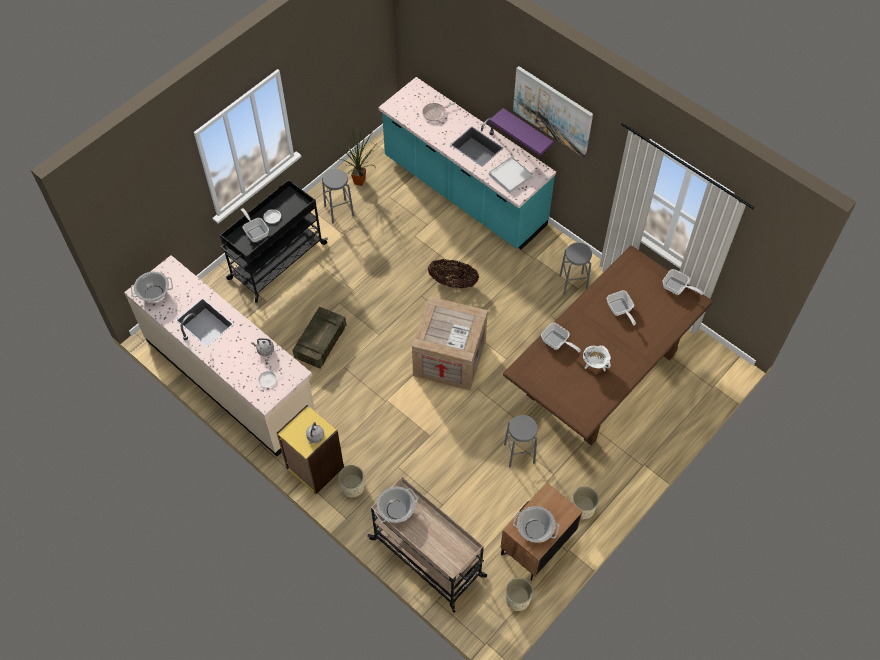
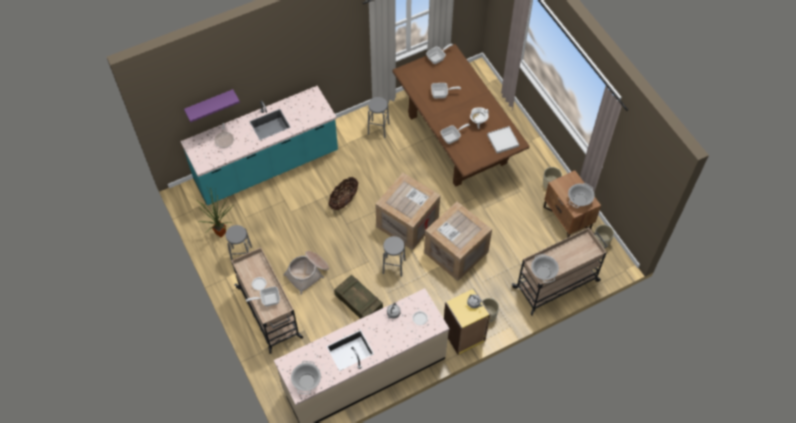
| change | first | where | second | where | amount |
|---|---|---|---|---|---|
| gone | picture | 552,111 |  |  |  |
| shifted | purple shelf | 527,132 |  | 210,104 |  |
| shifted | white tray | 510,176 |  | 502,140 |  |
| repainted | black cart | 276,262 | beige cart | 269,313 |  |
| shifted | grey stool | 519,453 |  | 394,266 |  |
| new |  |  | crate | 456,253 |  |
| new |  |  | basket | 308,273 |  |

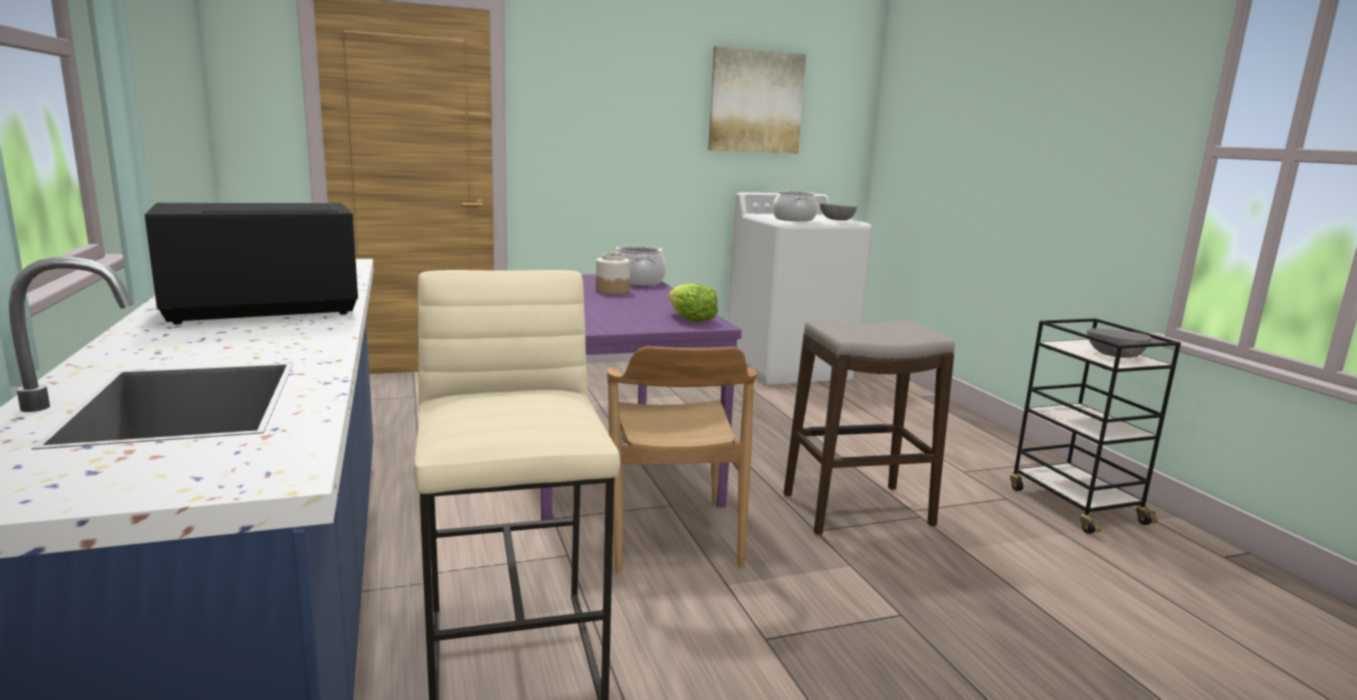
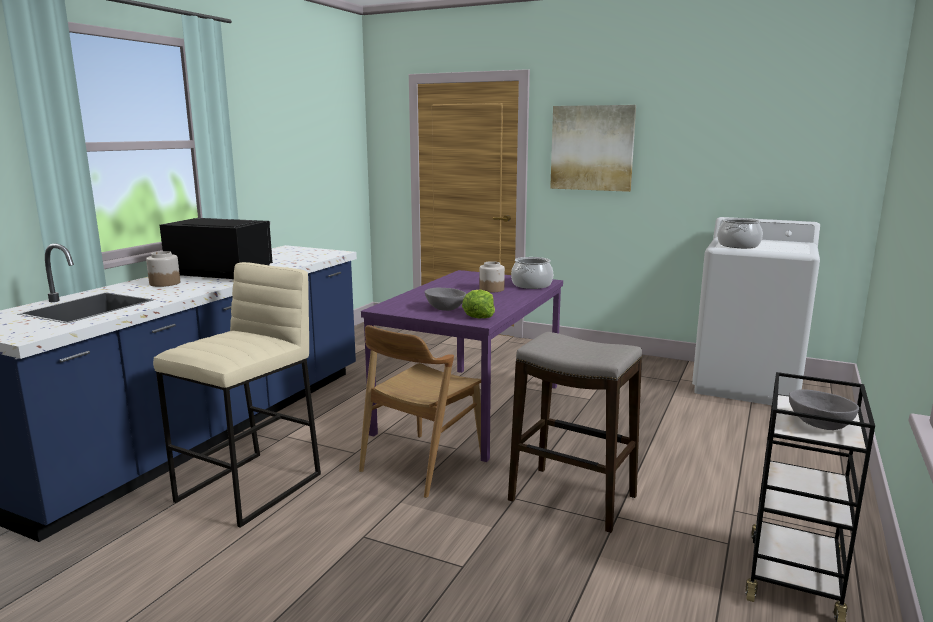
| change | first | where | second | where | amount |
|---|---|---|---|---|---|
| shifted | picture | 755,102 |  | 592,148 |  |
| shifted | grey bowl | 836,220 |  | 445,308 |  |
| new |  |  | jar | 164,283 |  |

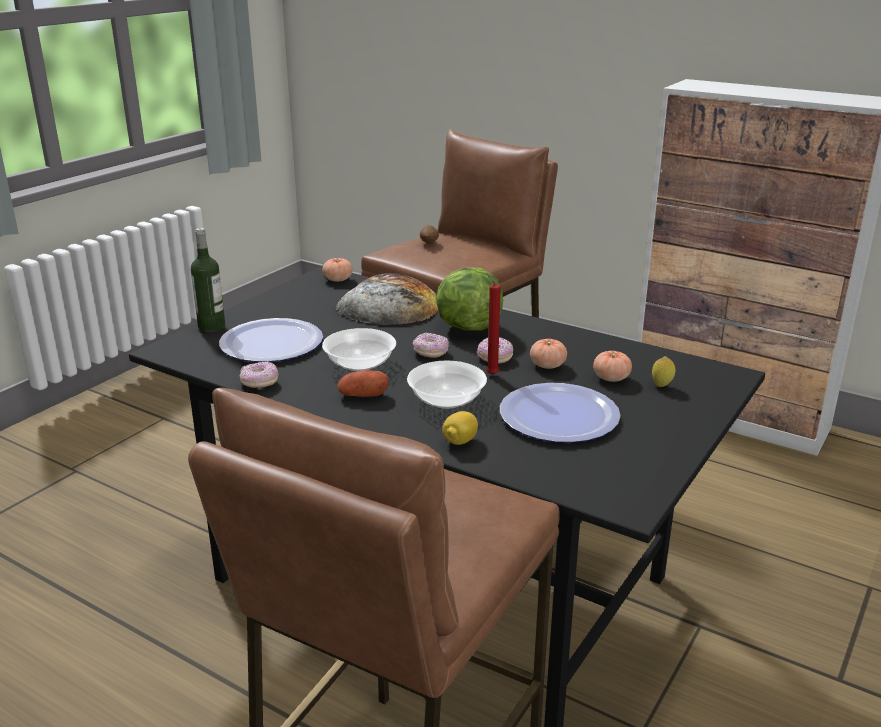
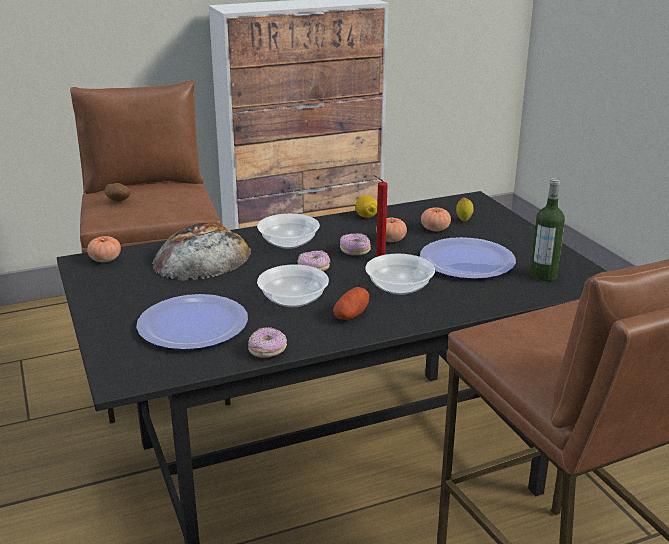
| change | first | where | second | where | amount |
|---|---|---|---|---|---|
| shifted | bottle | 211,326 |  | 543,275 |  |
| swapped | lettuce | 467,327 | bowl | 289,243 |  |
| shifted | lemon | 460,441 |  | 366,216 |  |

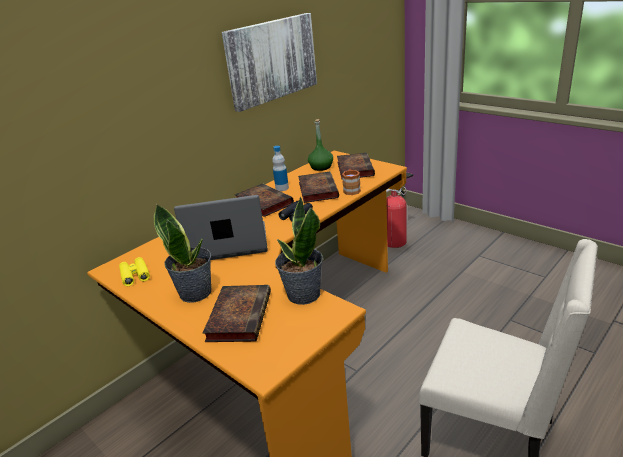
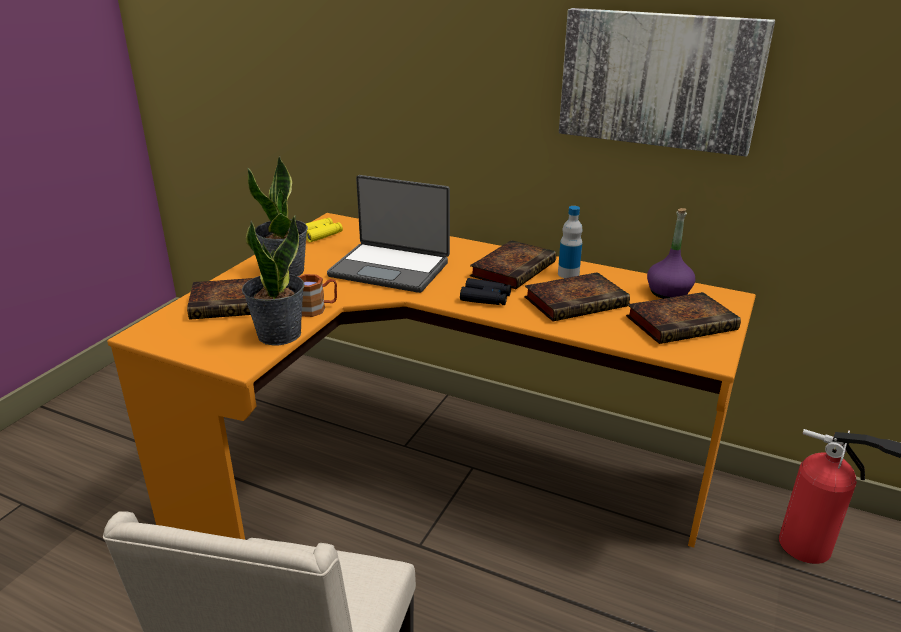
| change | first | where | second | where | amount |
|---|---|---|---|---|---|
| repainted | green bottle | 321,167 | purple bottle | 668,292 |  |
| shifted | brown mug | 351,189 |  | 317,309 |  |
| rotated | laptop | 228,245 |  | 390,268 | 135 degrees clockwise |

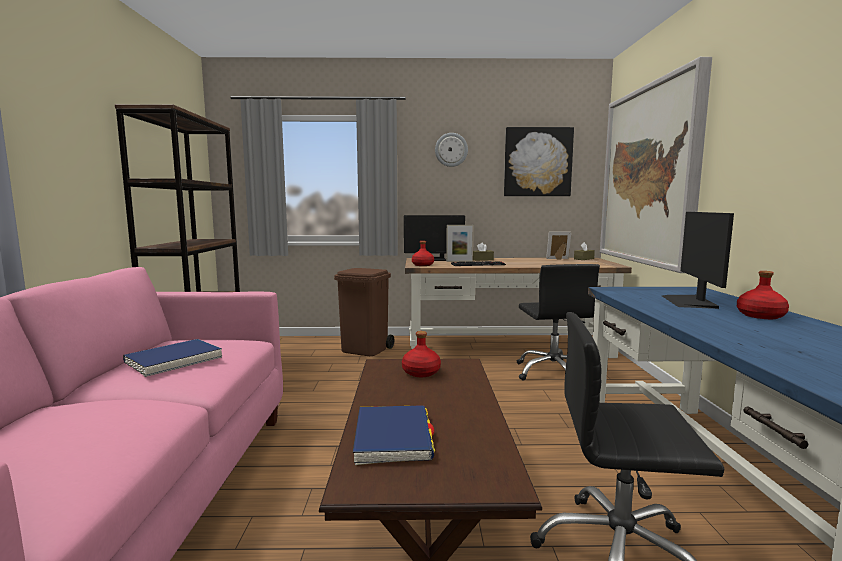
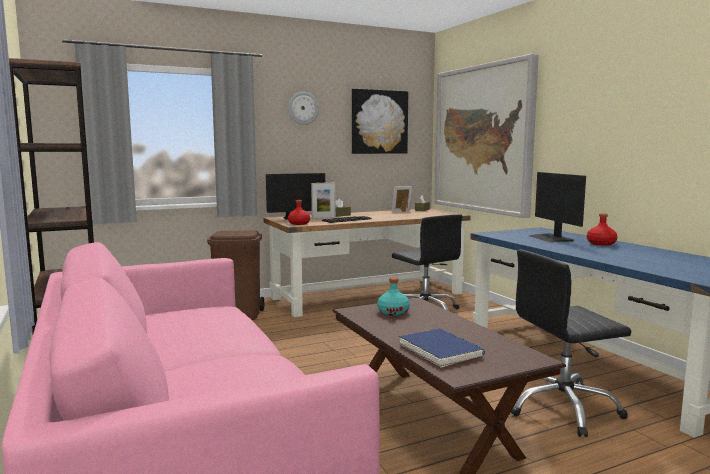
| change | first | where | second | where | amount |
|---|---|---|---|---|---|
| repainted | red bottle | 421,372 | turquoise bottle | 393,312 |  |
| gone | blue book | 174,360 |  |  |  |

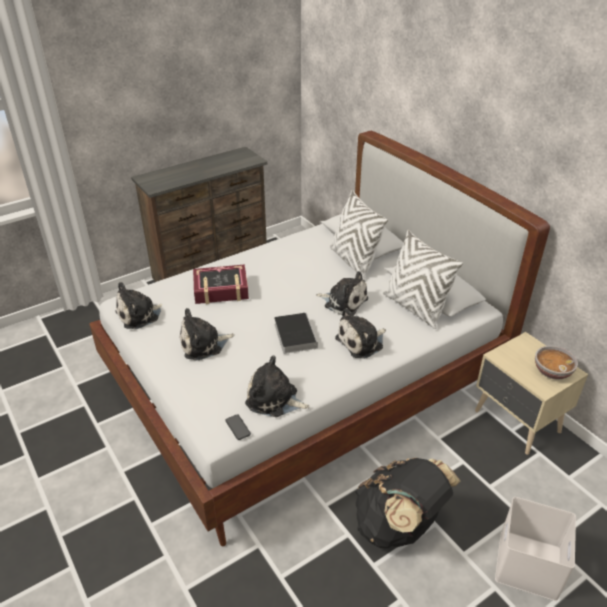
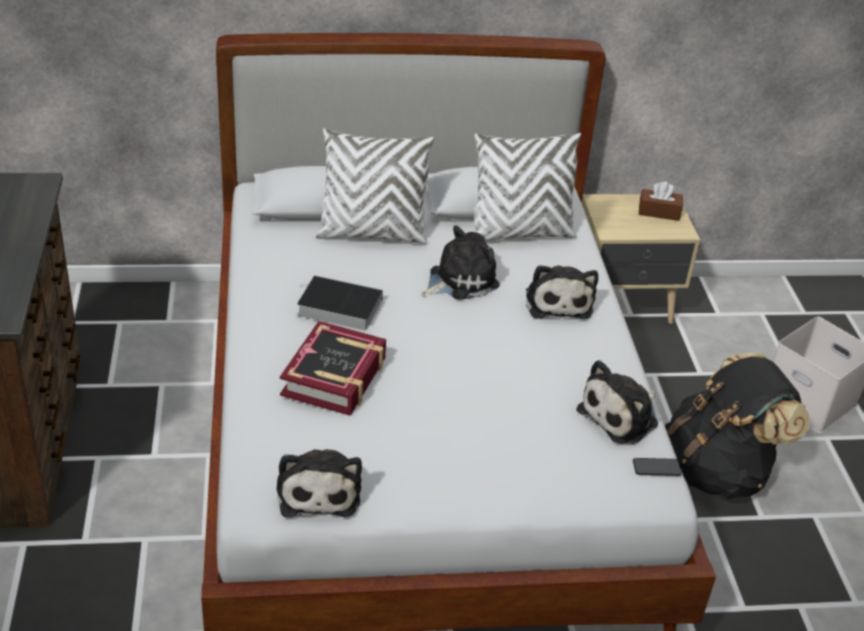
| change | first | where | second | where | amount |
|---|---|---|---|---|---|
| gone | plush toy | 203,344 |  |  |  |
| shifted | book | 294,334 |  | 337,307 |  |
| swapped | bowl | 551,371 | brown tissue box | 659,212 |  |

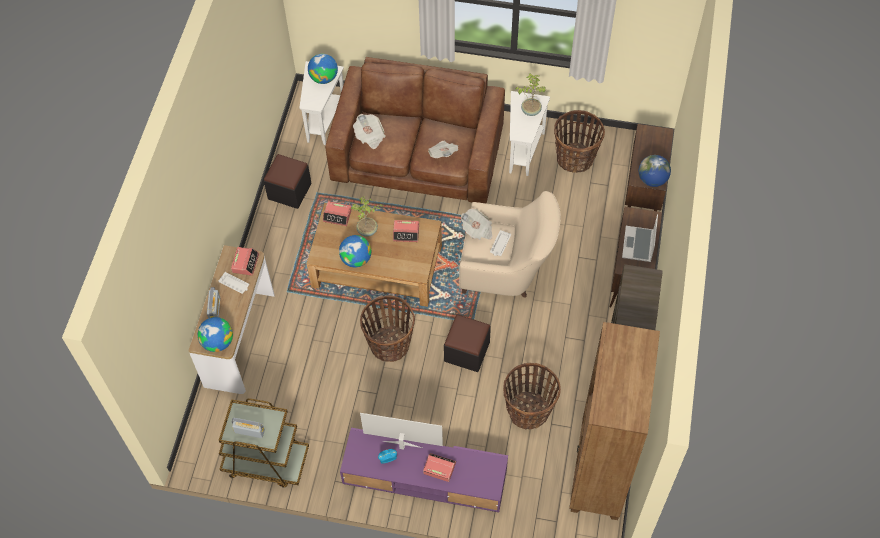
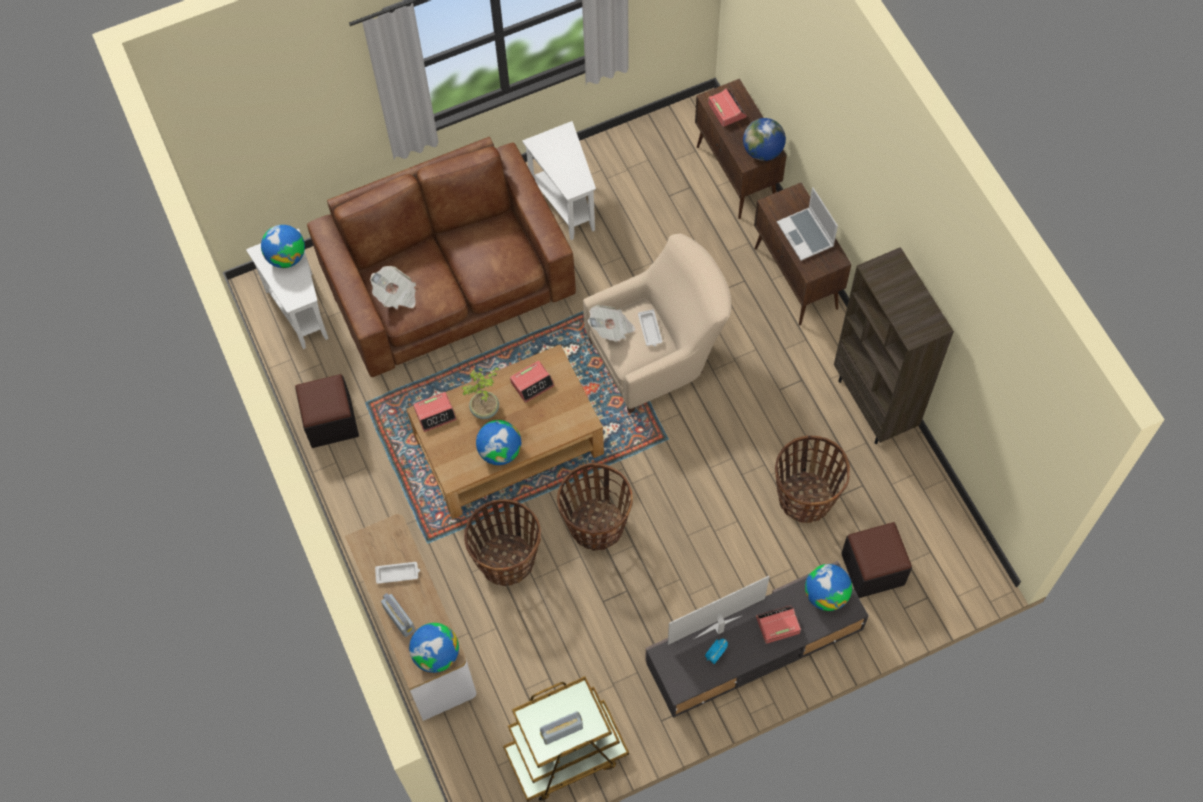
| change | first | where | second | where | amount |
|---|---|---|---|---|---|
| gone | potted plant | 530,110 |  |  |  |
| shifted | basket | 575,158 |  | 507,560 |  |
| gone | newspaper | 443,154 |  |  |  |
| shifted | alarm clock | 245,263 |  | 727,110 |  |
| shifted | black ottoman | 467,352 |  | 873,569 |  |
| gone | brown bookcase | 599,472 |  |  |  |
| repainted | purple tv stand | 425,476 | grey tv stand | 754,646 |  |
| new |  |  | globe | 826,594 |  |

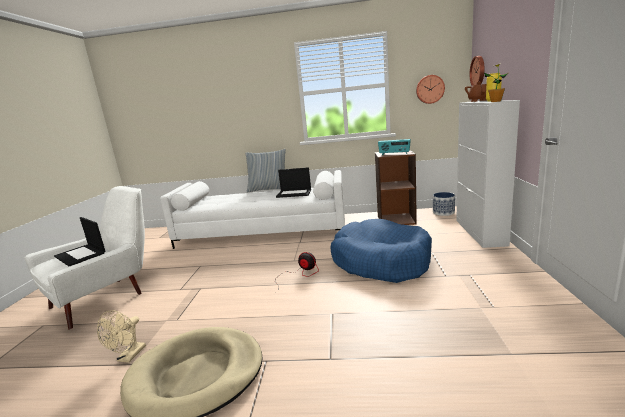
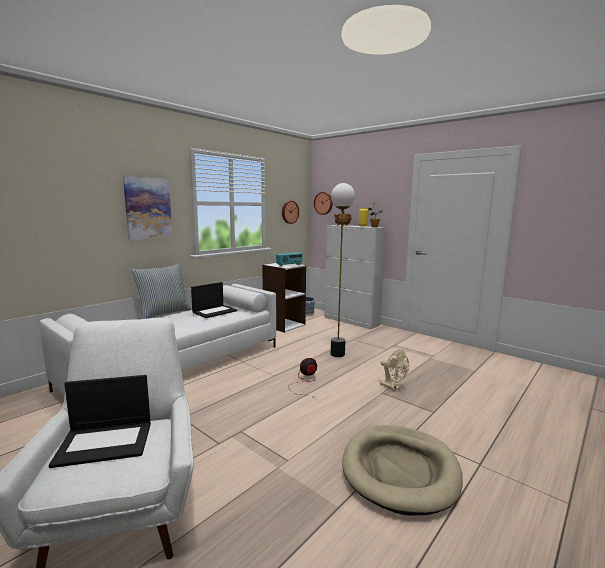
| change | first | where | second | where | amount |
|---|---|---|---|---|---|
| repainted | brown bookcase | 396,219 | white bookcase | 283,325 |  |
| swapped | blue dog bed | 380,261 | floor lamp | 337,354 |  |
| shifted | beige fan | 129,357 |  | 393,387 |  |
| new |  |  | picture | 148,208 |  |

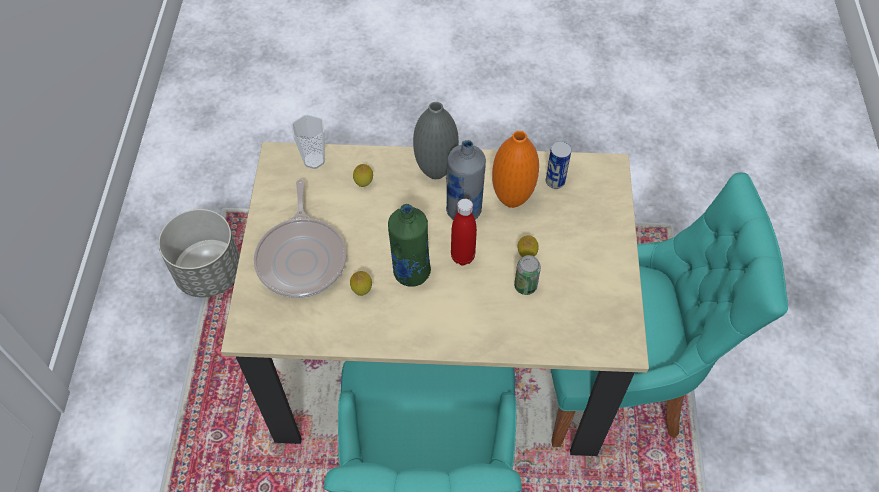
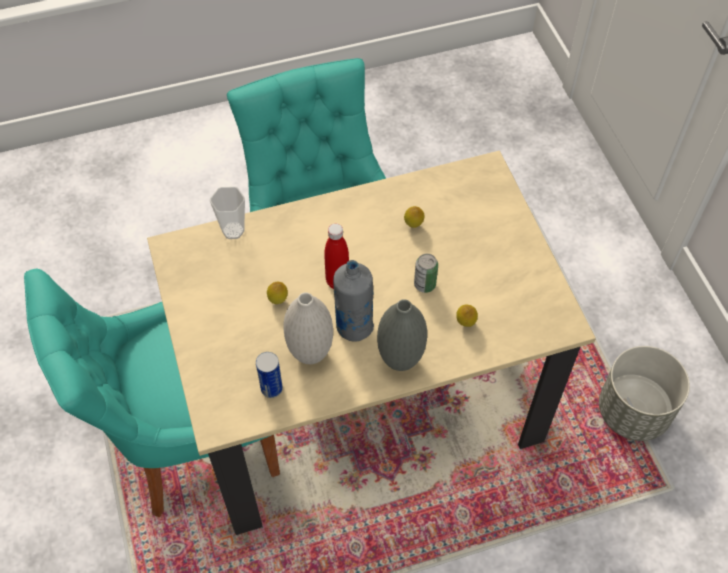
| change | first | where | second | where | amount |
|---|---|---|---|---|---|
| shifted | cup | 314,160 |  | 233,231 |  |
| repainted | orange vase | 512,199 | white vase | 310,354 |  |
| gone | frying pan | 302,257 |  |  |  |
| gone | green bottle | 411,272 |  |  |  |
| shifted | can | 525,286 |  | 424,284 |  |

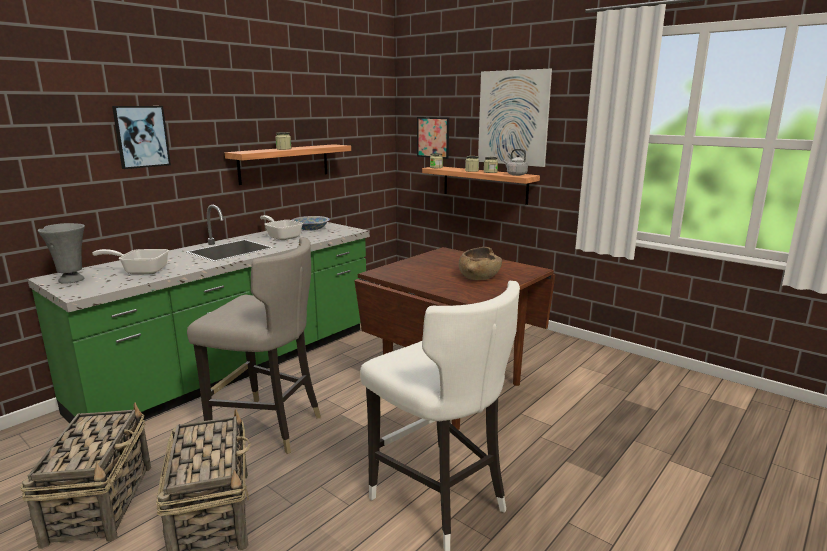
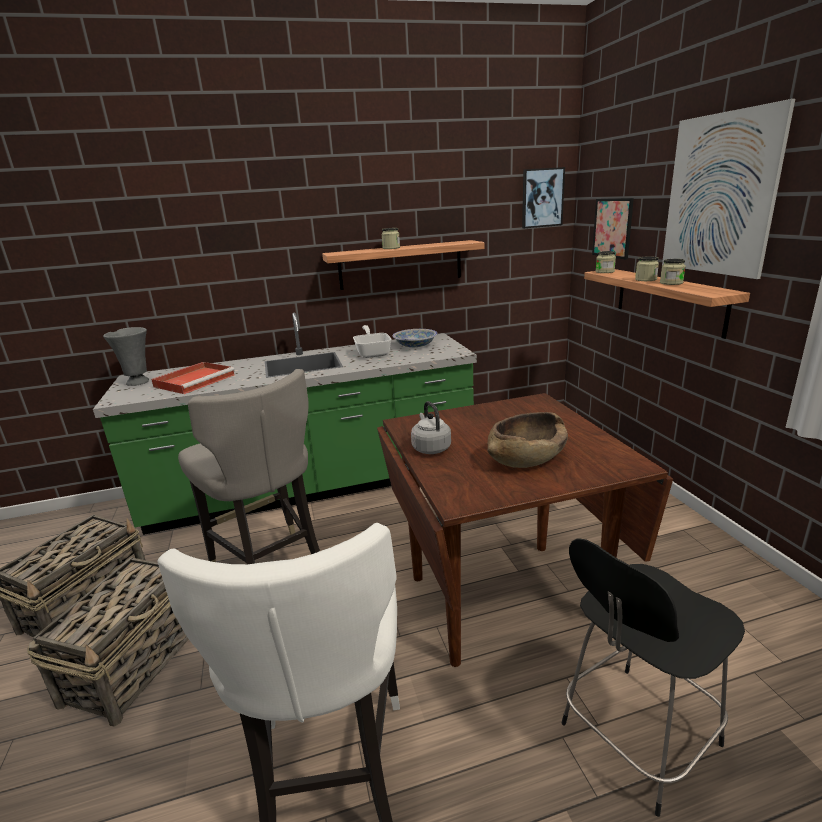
| change | first | where | second | where | amount |
|---|---|---|---|---|---|
| shifted | picture | 141,136 |  | 542,198 |  |
| shifted | grey kettle | 515,175 |  | 430,448 |  |
| swapped | frying pan | 141,271 | red tray | 196,380 |  |
| new |  |  | black stool | 636,737 |  |

